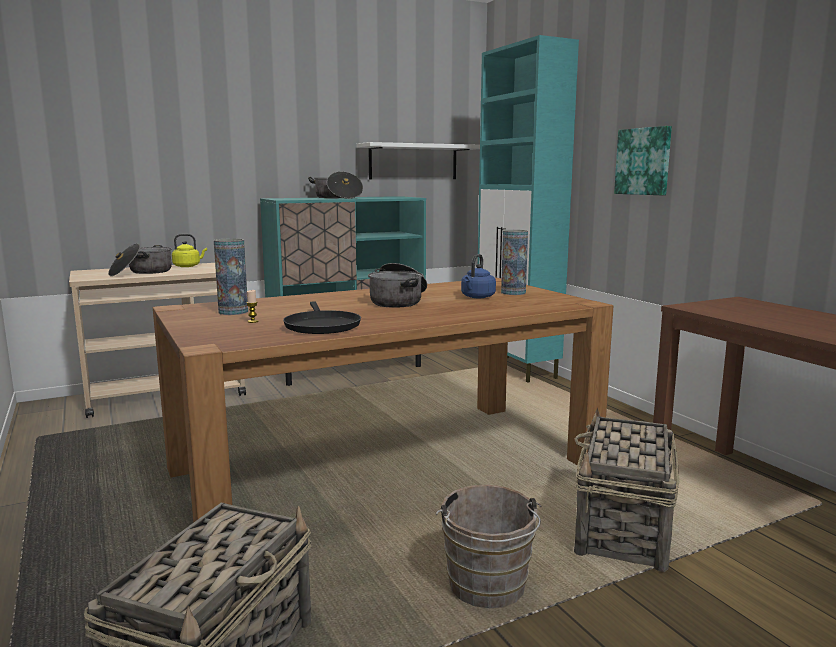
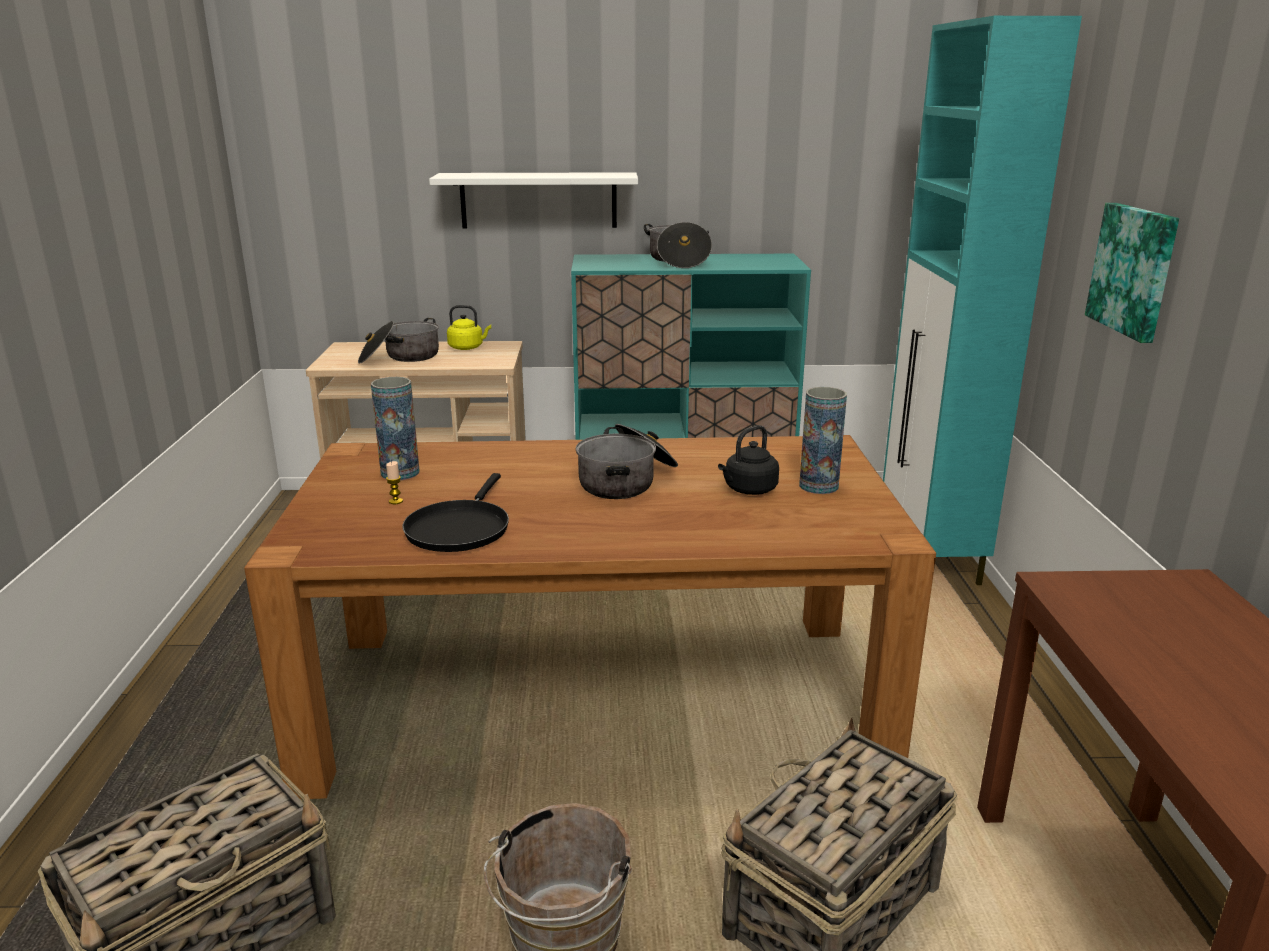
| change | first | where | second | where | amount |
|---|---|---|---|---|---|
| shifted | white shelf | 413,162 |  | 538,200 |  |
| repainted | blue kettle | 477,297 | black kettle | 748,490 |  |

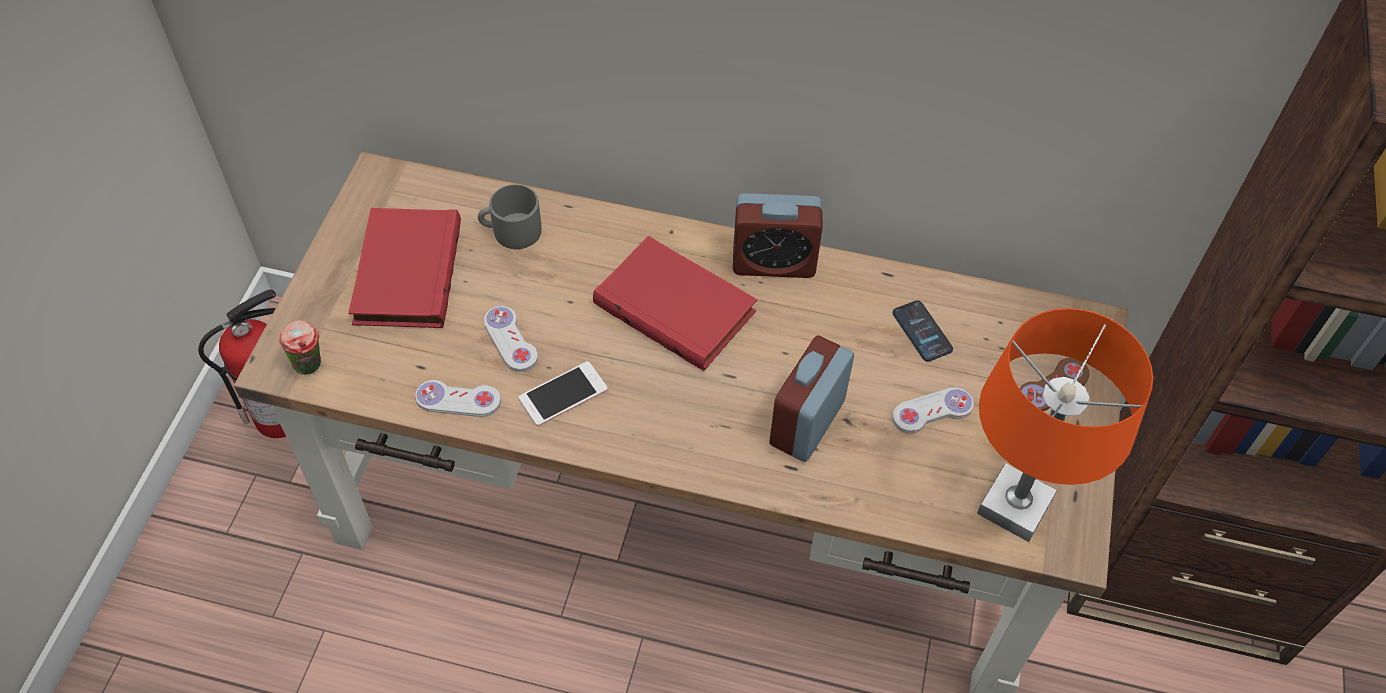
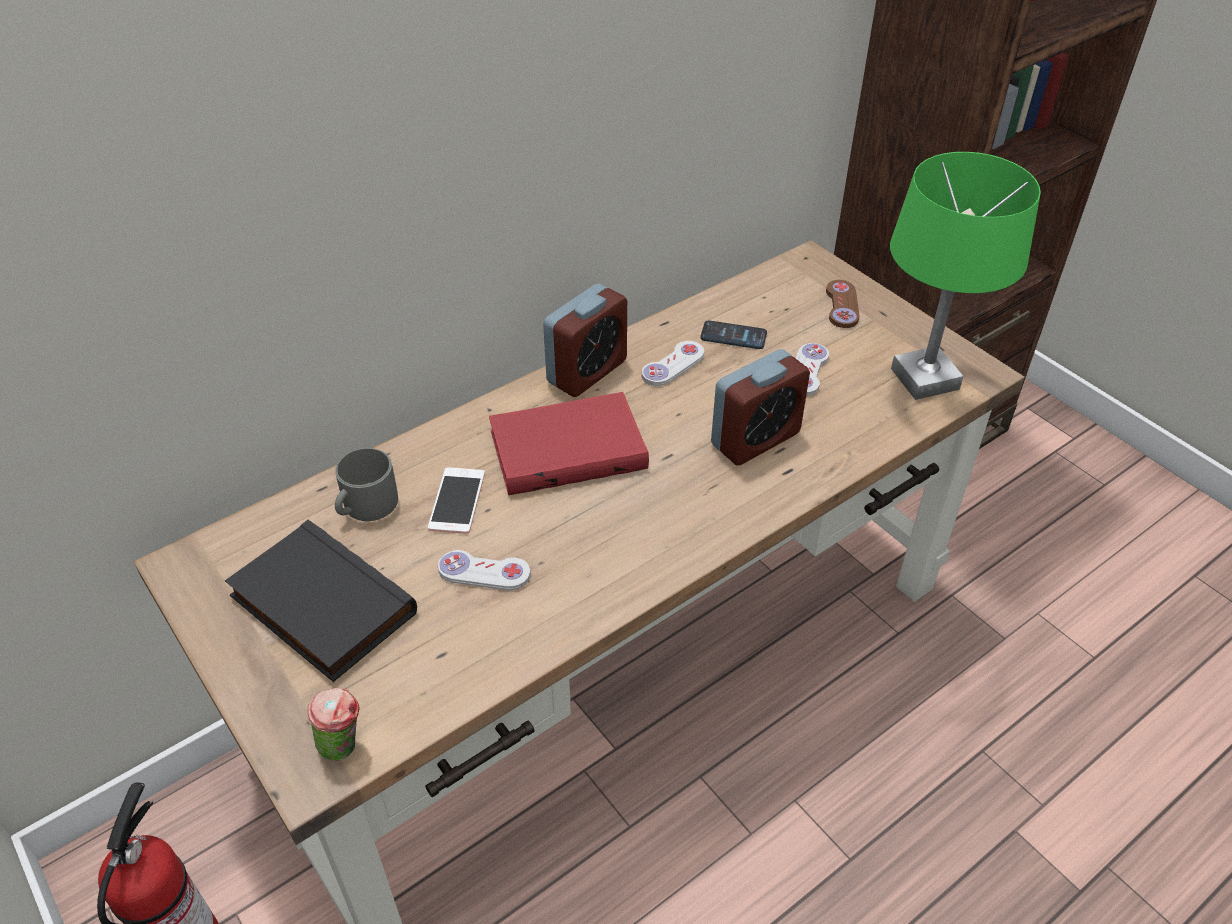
| change | first | where | second | where | amount |
|---|---|---|---|---|---|
| repainted | red book | 405,272 | black book | 319,606 |  |
| repainted | orange table lamp | 1014,507 | green table lamp | 925,379 |  |
| rotated | alarm clock | 807,423 |  | 755,439 | 105 degrees counterclockwise |
| shifted | phone | 563,394 |  | 457,501 |  |
| shifted | white game controller | 458,400 |  | 673,365 |  |

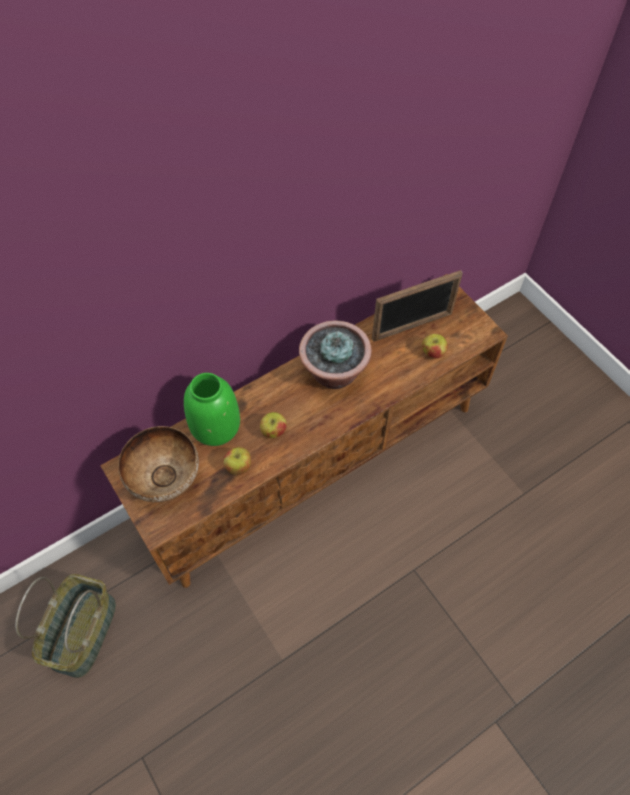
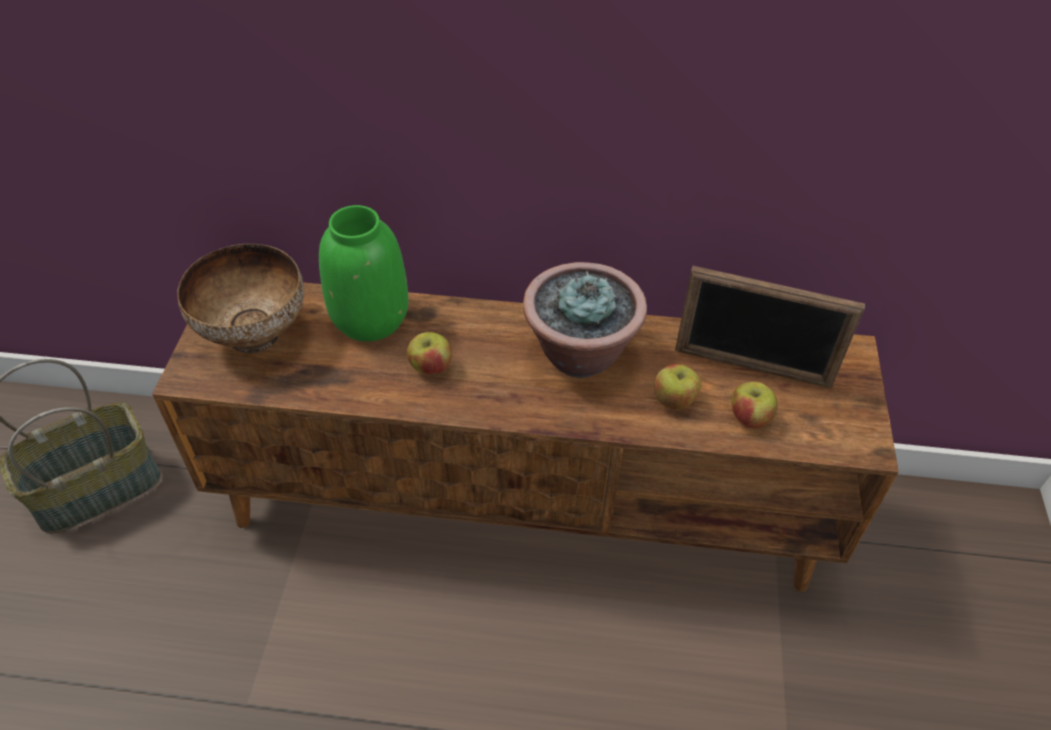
| change | first | where | second | where | amount |
|---|---|---|---|---|---|
| shifted | apple | 238,466 |  | 674,400 |  |

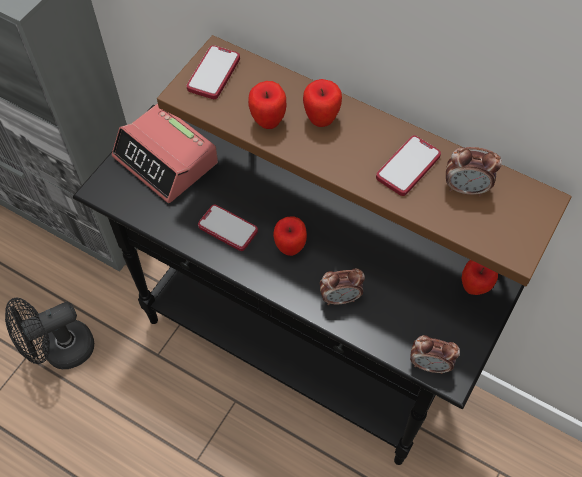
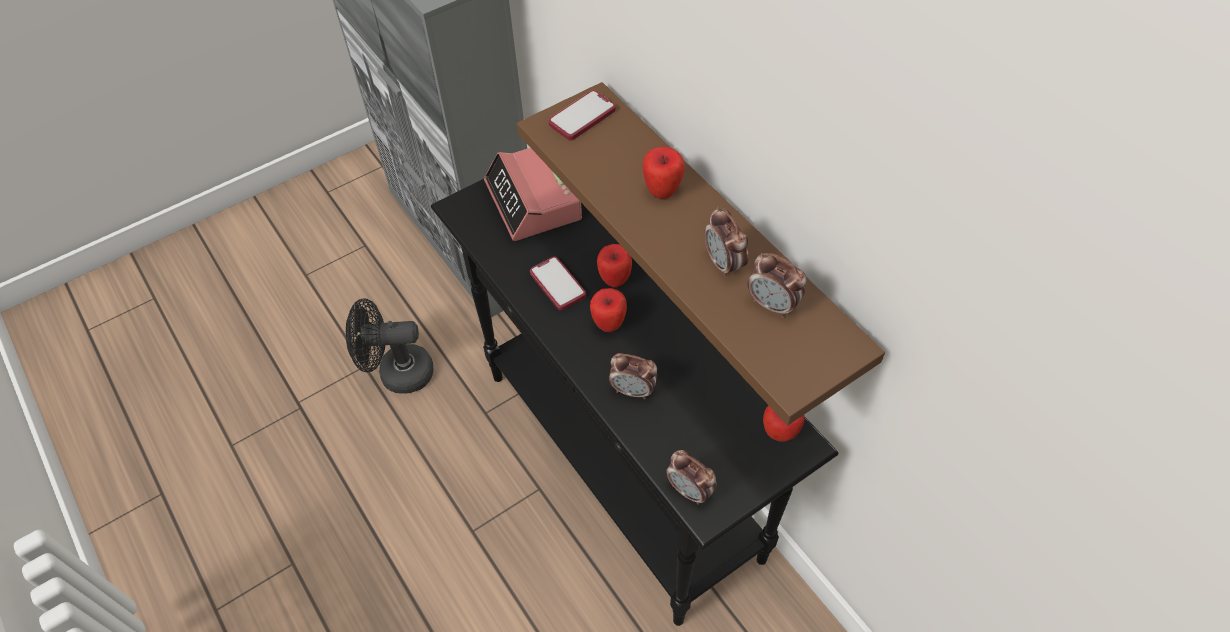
| change | first | where | second | where | amount |
|---|---|---|---|---|---|
| shifted | apple | 268,121 |  | 615,280 |  |
| swapped | phone | 408,167 | alarm clock | 724,264 |  |

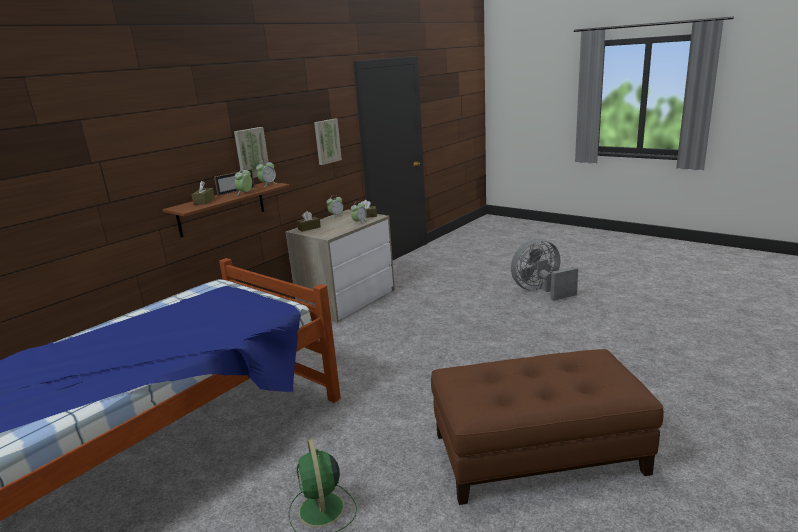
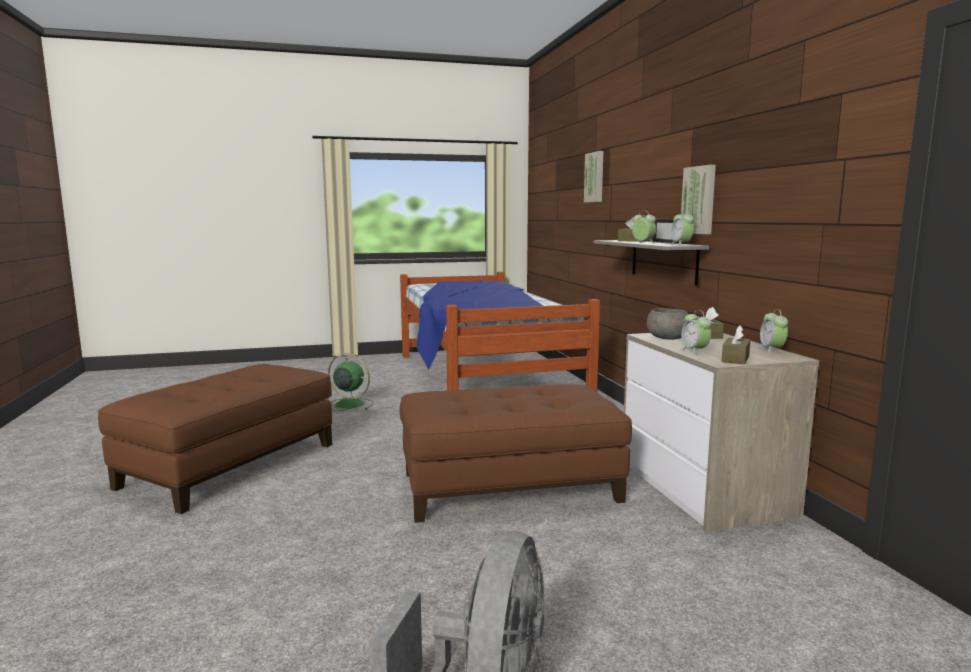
| change | first | where | second | where | amount |
|---|---|---|---|---|---|
| shifted | picture | 326,141 |  | 595,177 |  |
| repainted | brown shelf | 222,208 | grey shelf | 663,261 |  |
| new |  |  | grey bowl | 668,338 |  |
| new |  |  | brown ottoman | 509,487 |  |

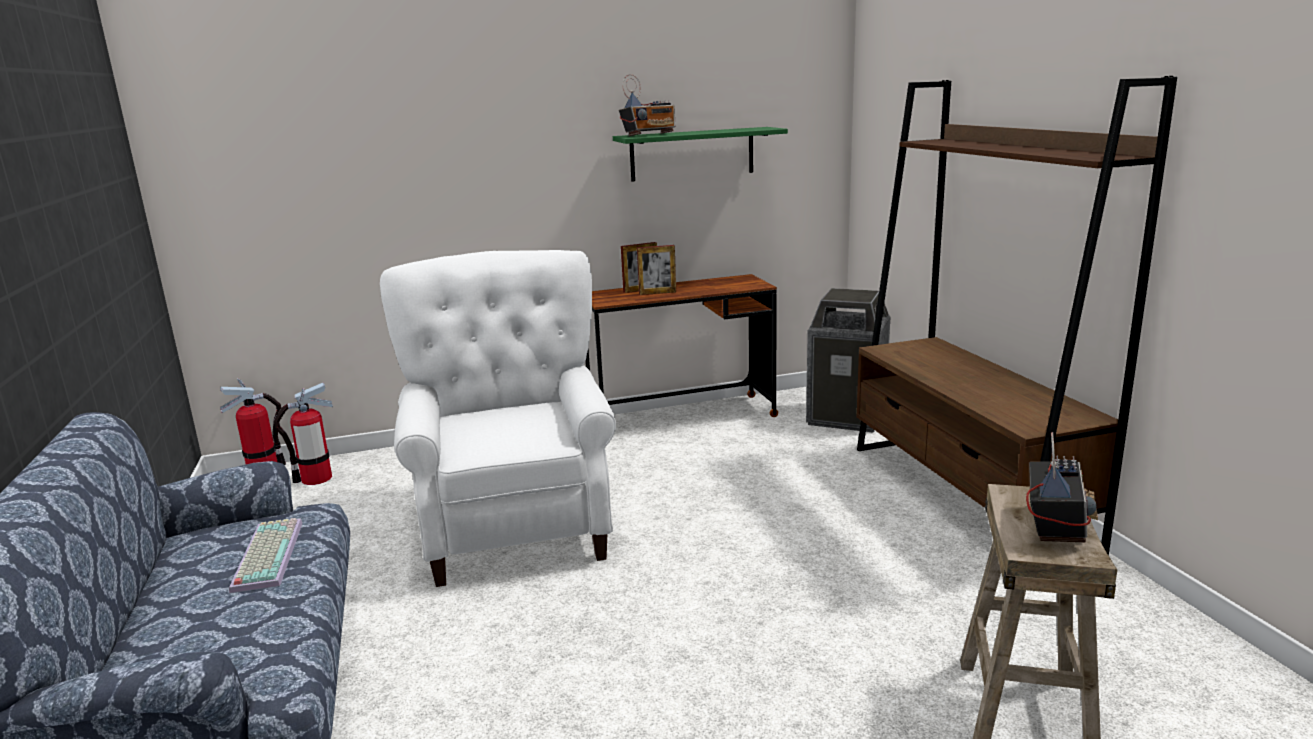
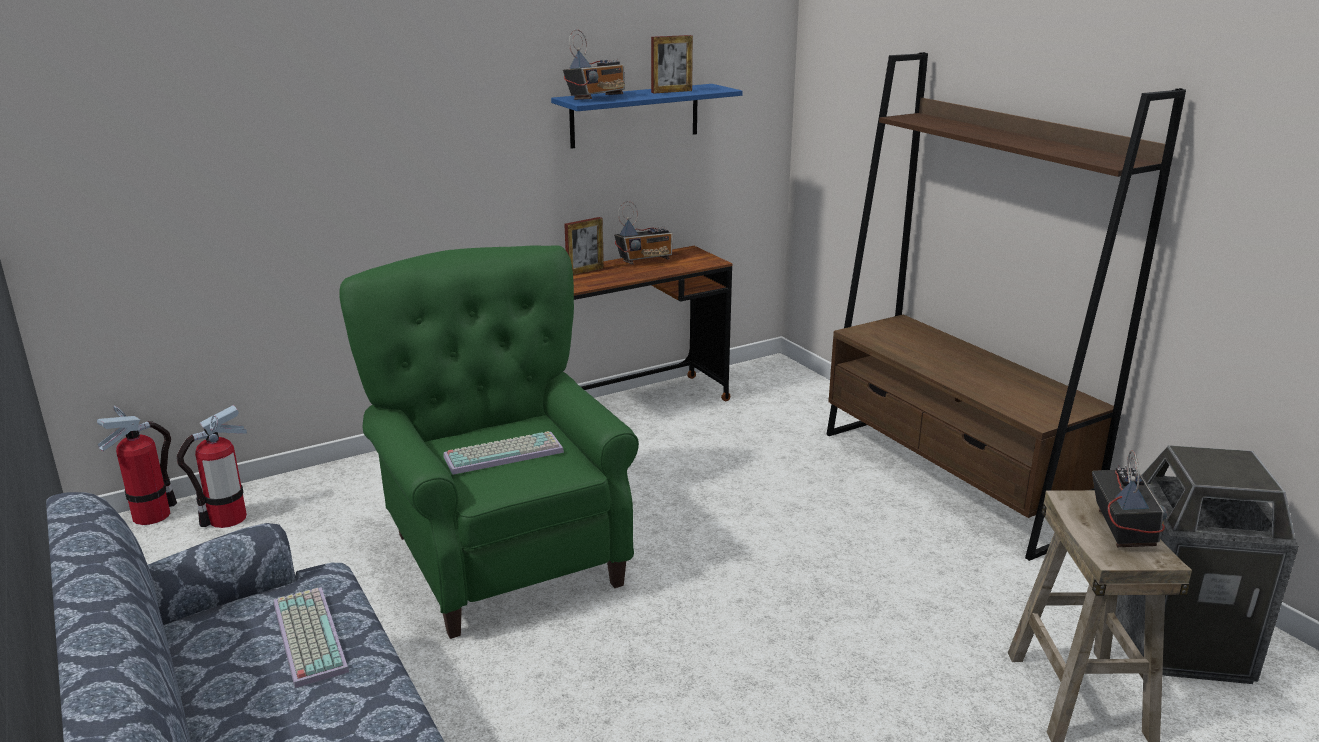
| change | first | where | second | where | amount |
|---|---|---|---|---|---|
| repainted | green shelf | 692,154 | blue shelf | 635,115 |  |
| shifted | picture frame | 657,293 |  | 671,91 |  |
| repainted | white armchair | 515,523 | green armchair | 501,553 |  |
| shifted | trash can | 847,417 |  | 1179,644 |  |
| new |  |  | radio | 645,260 |  |
| new |  |  | keyboard | 504,453 |  |

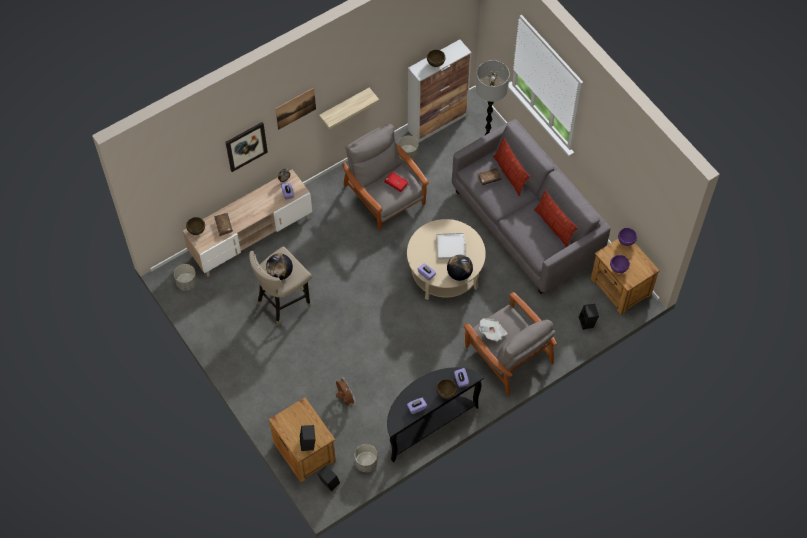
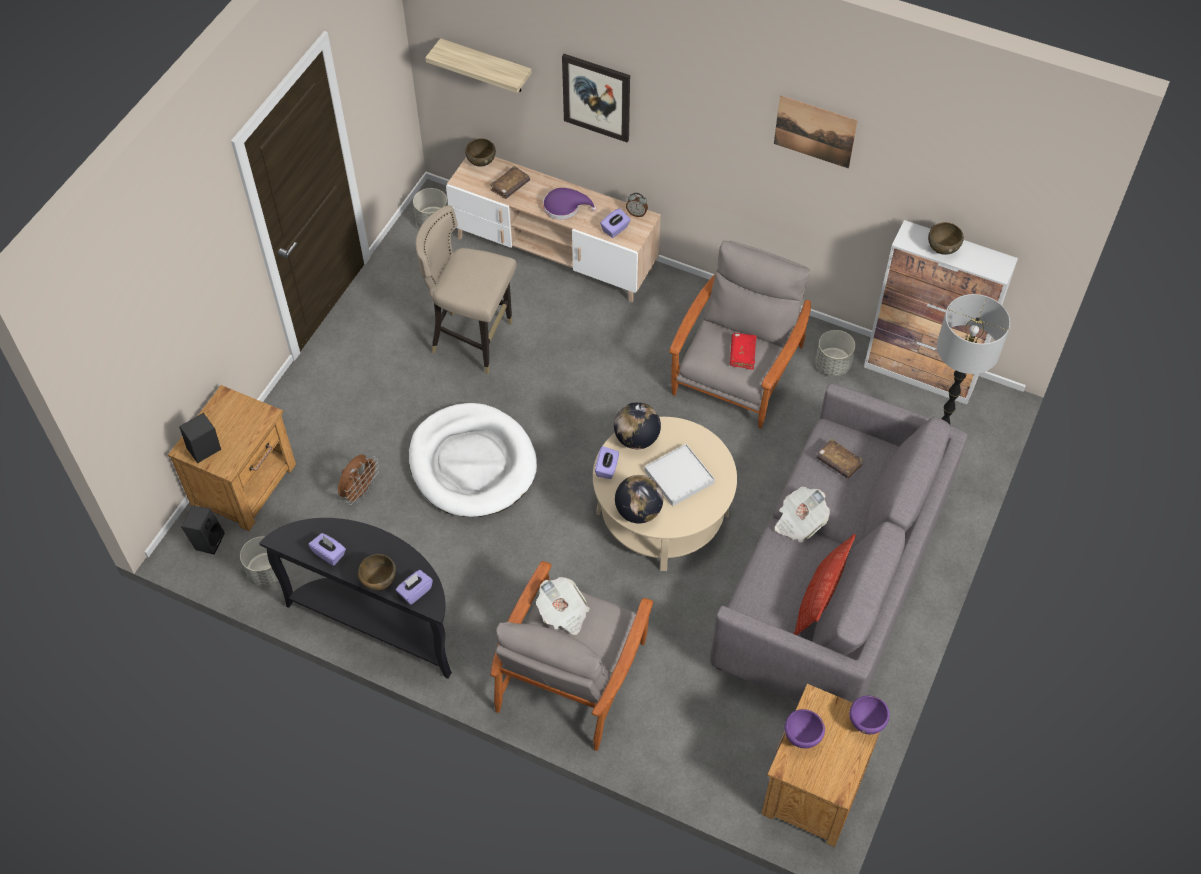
| change | first | where | second | where | amount |
|---|---|---|---|---|---|
| shifted | picture | 295,108 |  | 815,131 |  |
| shifted | shelf | 344,107 |  | 486,66 |  |
| gone | pillow | 509,174 |  |  |  |
| shifted | globe | 280,273 |  | 636,439 |  |
| gone | black speaker | 587,322 |  |  |  |
| new |  |  | purple hat | 565,207 |  |
| new |  |  | white dog bed | 472,464 |  |
| new |  |  | newspaper | 799,522 |  |

